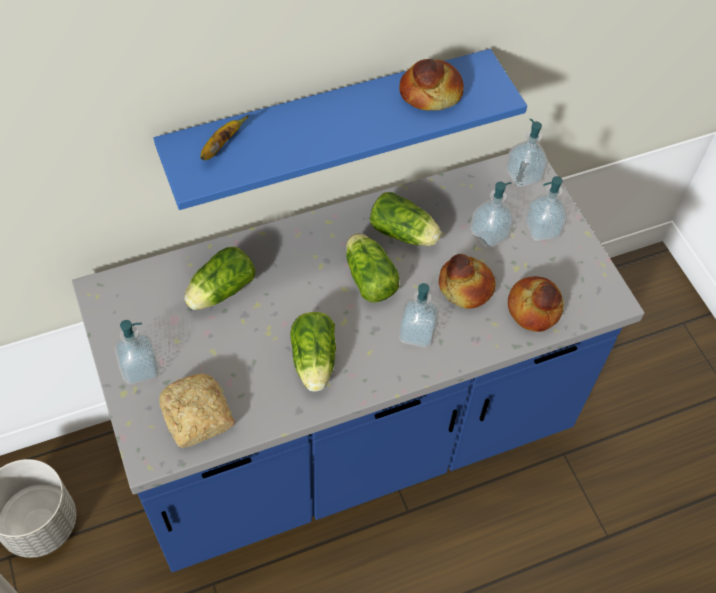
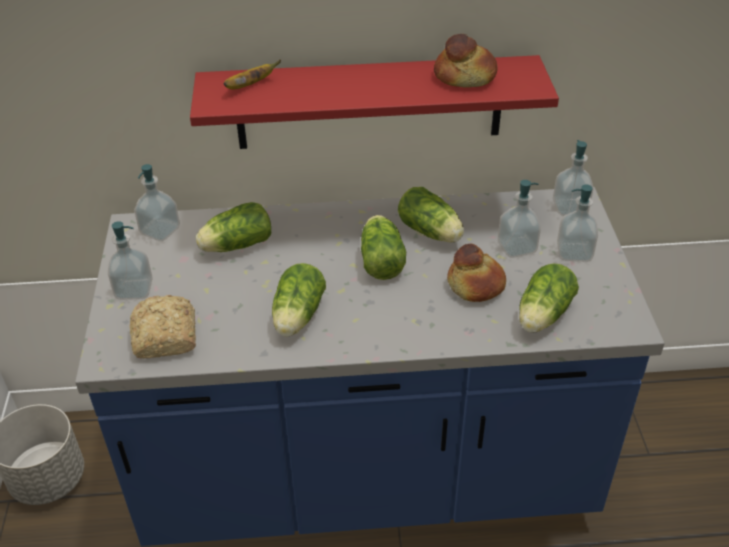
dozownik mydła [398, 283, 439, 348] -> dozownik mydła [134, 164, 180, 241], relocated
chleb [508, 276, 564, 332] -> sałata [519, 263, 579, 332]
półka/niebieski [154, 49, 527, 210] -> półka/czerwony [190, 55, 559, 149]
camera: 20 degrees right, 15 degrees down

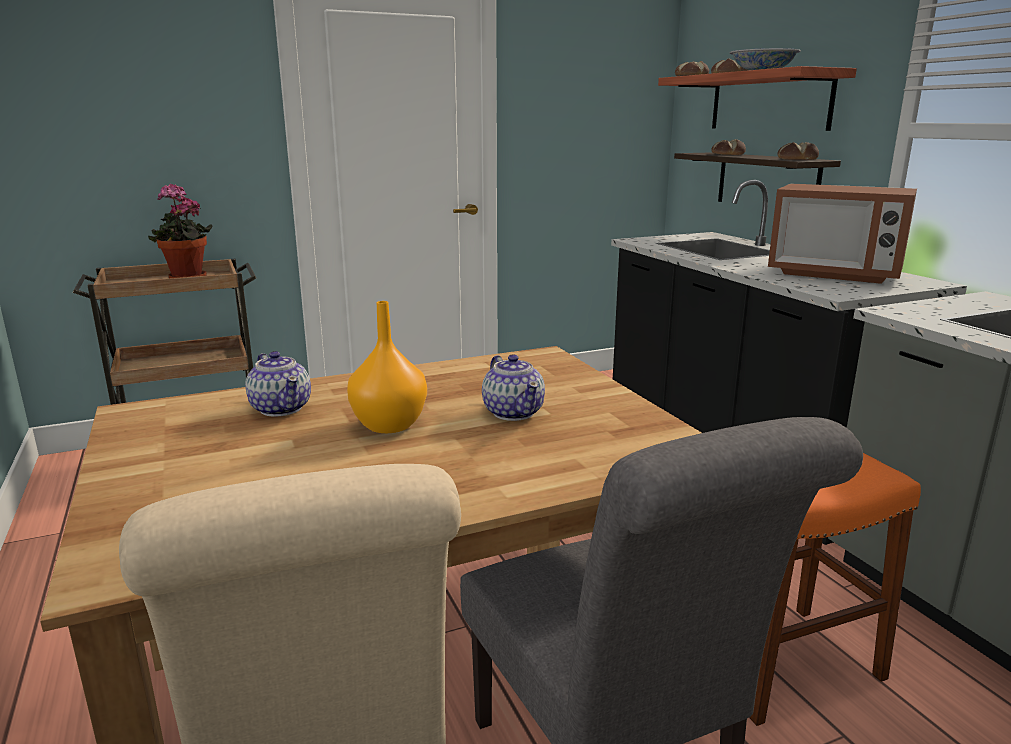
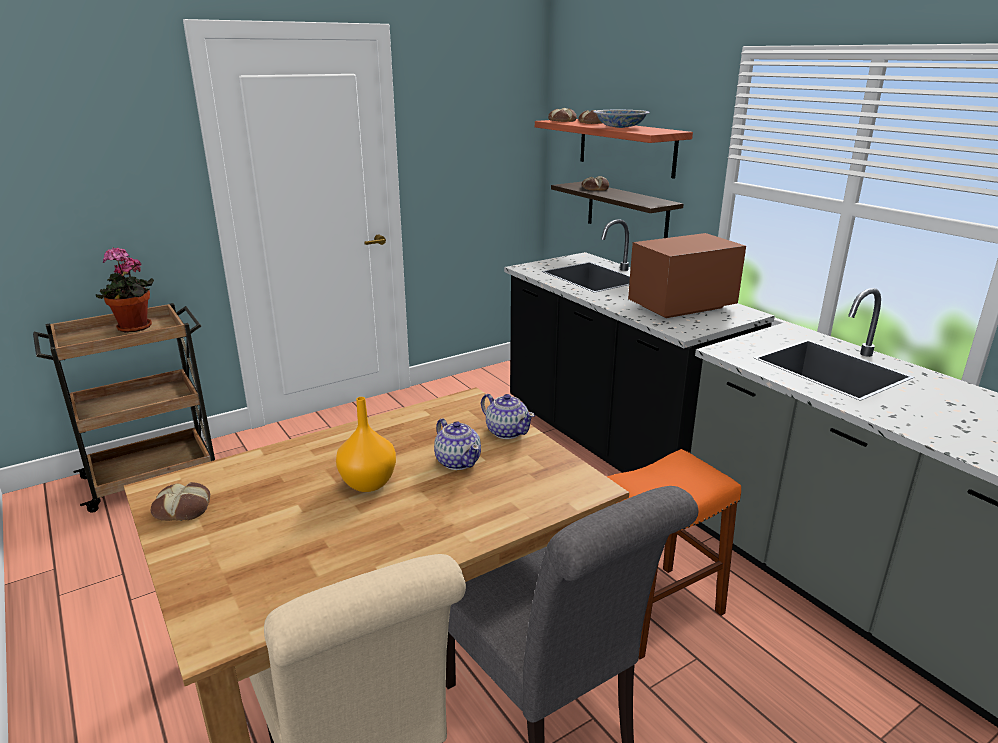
imbryk [245, 351, 311, 417] -> imbryk [481, 394, 535, 439], relocated
chleb [777, 142, 819, 160] -> chleb [151, 482, 210, 521], relocated
mikrofalówka [768, 184, 917, 284] -> mikrofalówka [628, 233, 746, 318], 135 degrees clockwise
camera: 10 degrees left, 5 degrees up

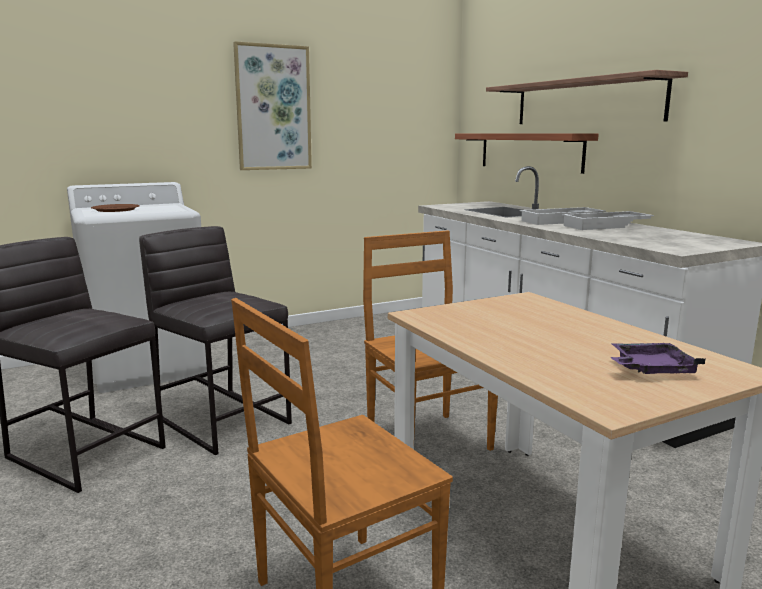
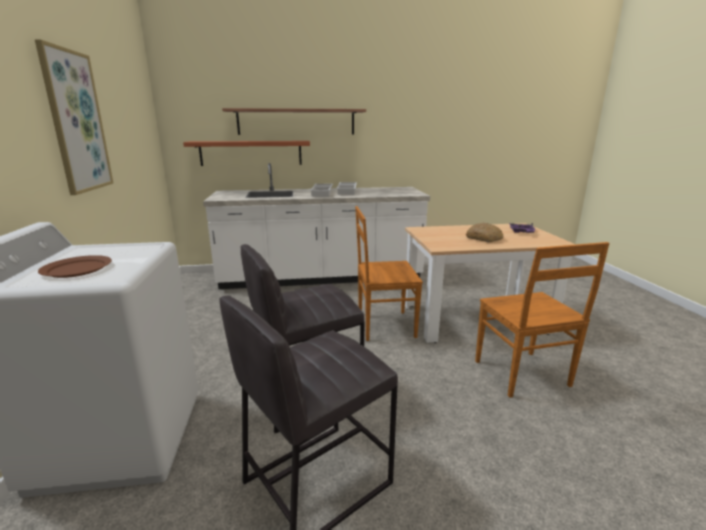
none -> chleb [466, 223, 503, 243]
camera: 70 degrees left, 5 degrees up

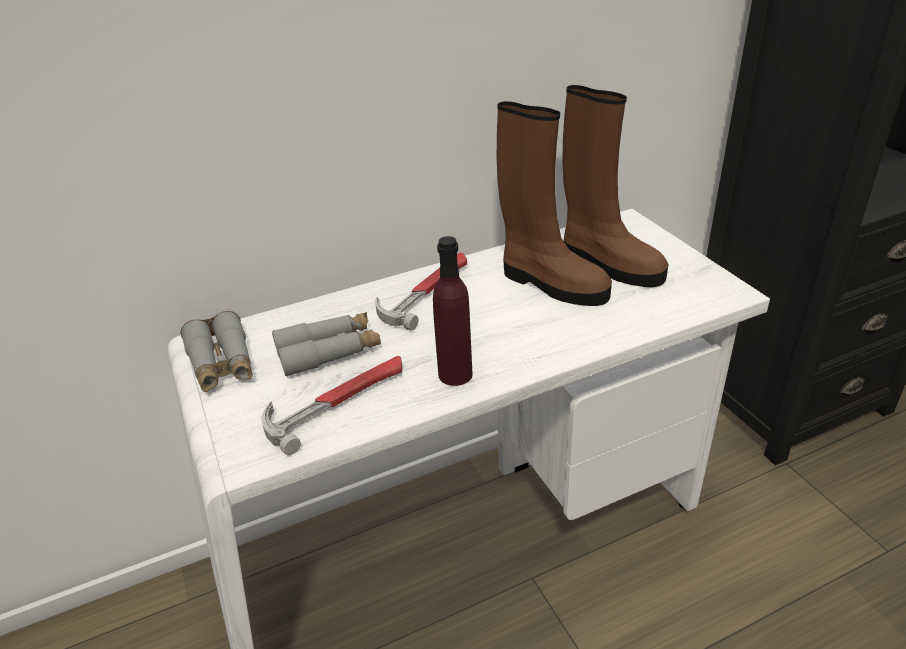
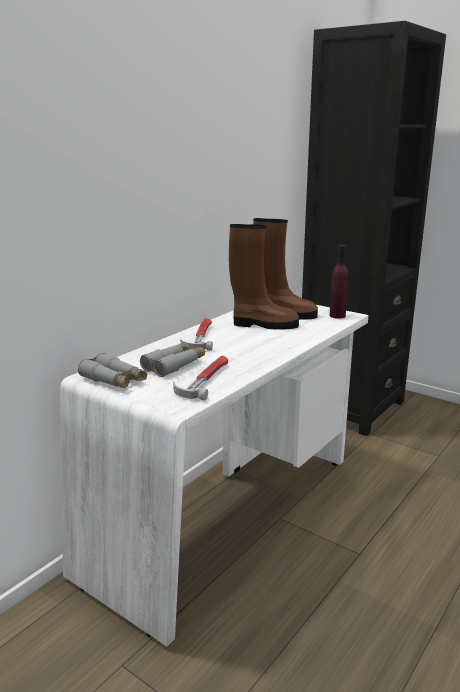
butelka/fioletowy [433, 236, 473, 386] -> butelka/fioletowy [330, 245, 348, 319], relocated
camera: 30 degrees left, 15 degrees down

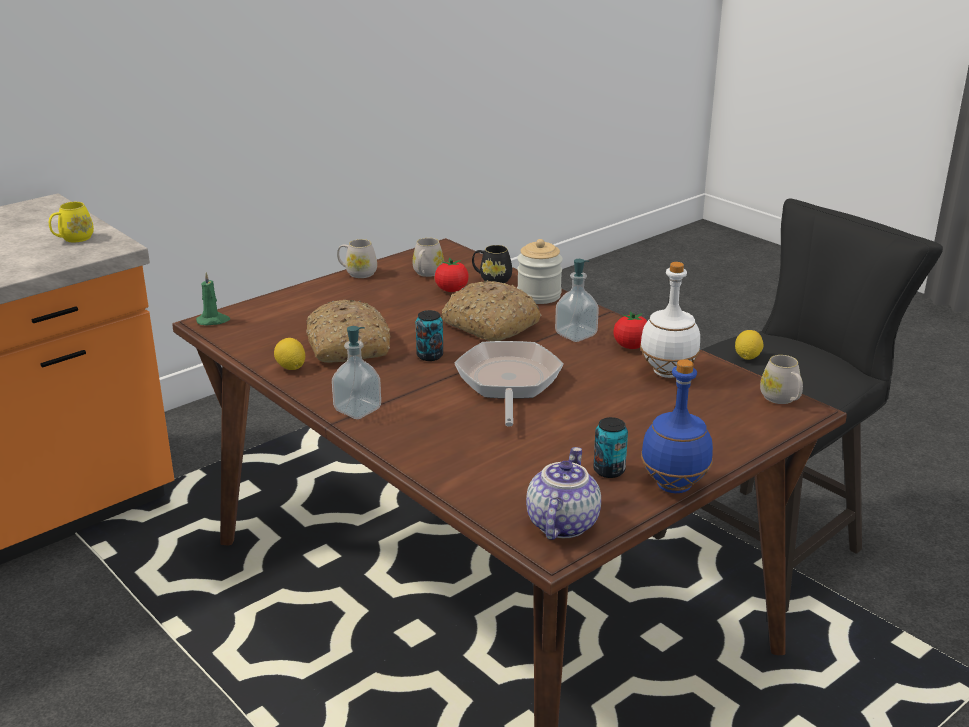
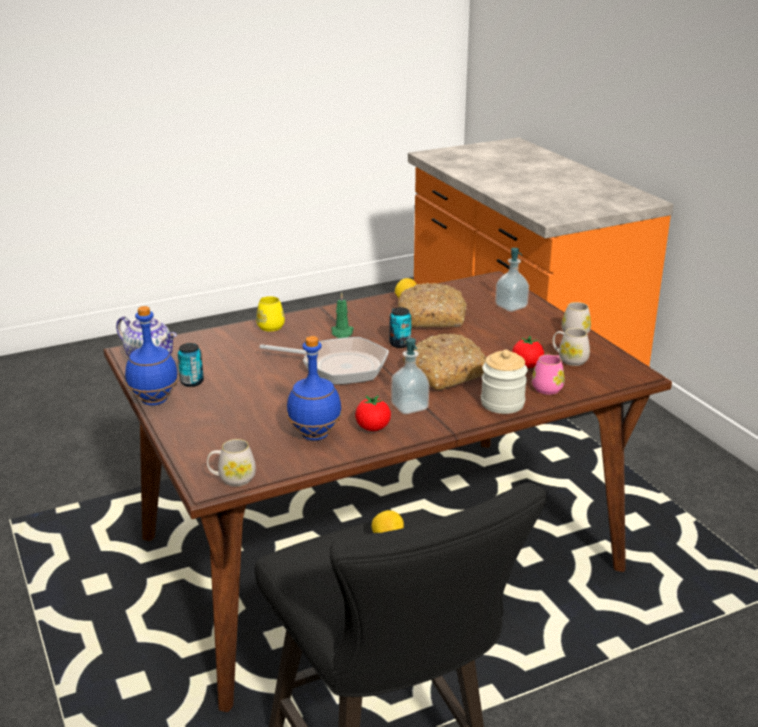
kubek/żółty [49, 202, 94, 243] -> kubek/żółty [256, 296, 285, 331], relocated
świeca/zielony [196, 272, 230, 325] -> świeca/zielony [331, 292, 354, 338], relocated
dozownik mydła [332, 326, 381, 419] -> dozownik mydła [495, 248, 529, 312], relocated
kubek/czarny [472, 245, 512, 283] -> kubek/różowy [532, 354, 565, 395]
butelka/biały [640, 262, 700, 378] -> butelka/niebieski [287, 336, 342, 440]
camera: 105 degrees right, 0 degrees up

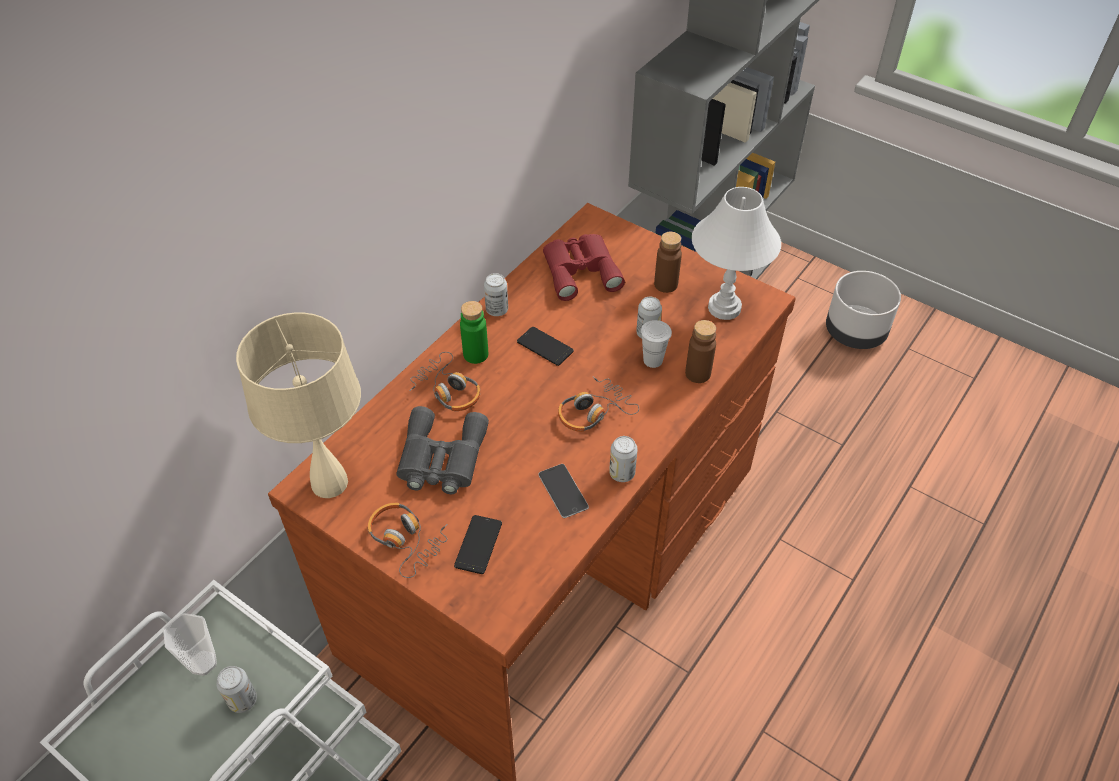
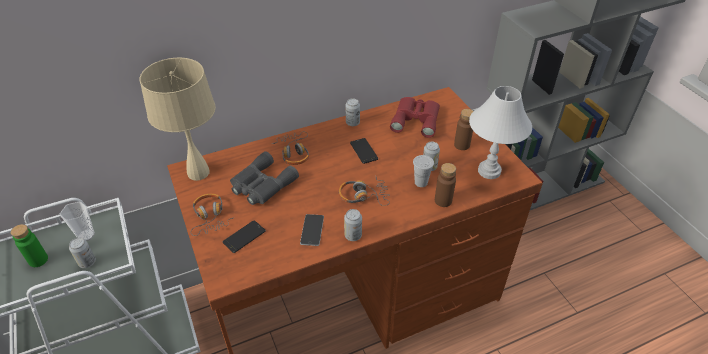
donica/szary [826, 271, 901, 349] -> none
butelka/zielony [460, 301, 488, 364] -> butelka/zielony [11, 224, 48, 267], relocated
camera: 30 degrees right, 5 degrees down

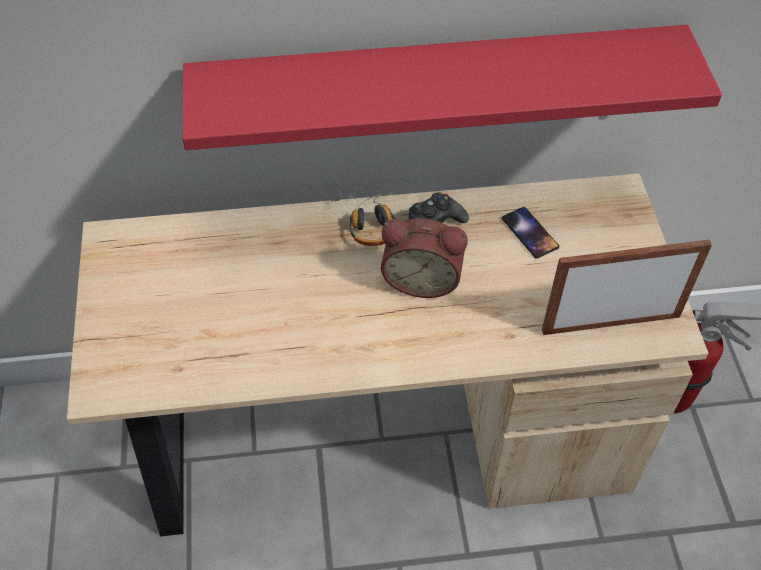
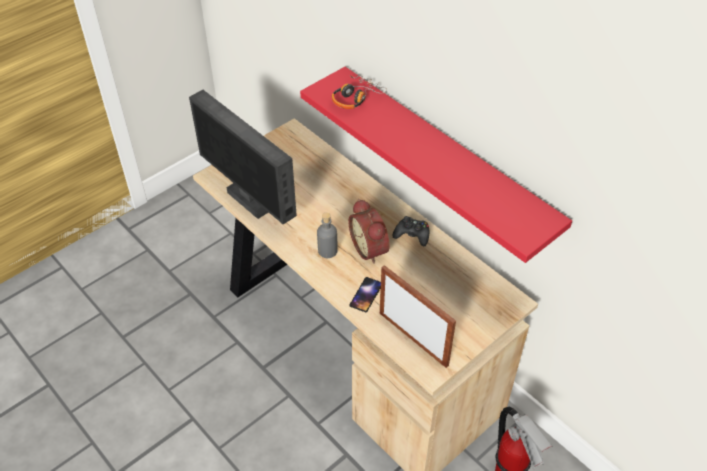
none -> monitor [189, 90, 297, 225]
none -> butelka/szary [317, 212, 338, 258]
słuchawki [331, 180, 396, 246] -> słuchawki [332, 75, 387, 109], relocated
telefon [502, 207, 559, 259] -> telefon [349, 277, 381, 312], relocated
camera: 55 degrees right, 5 degrees down

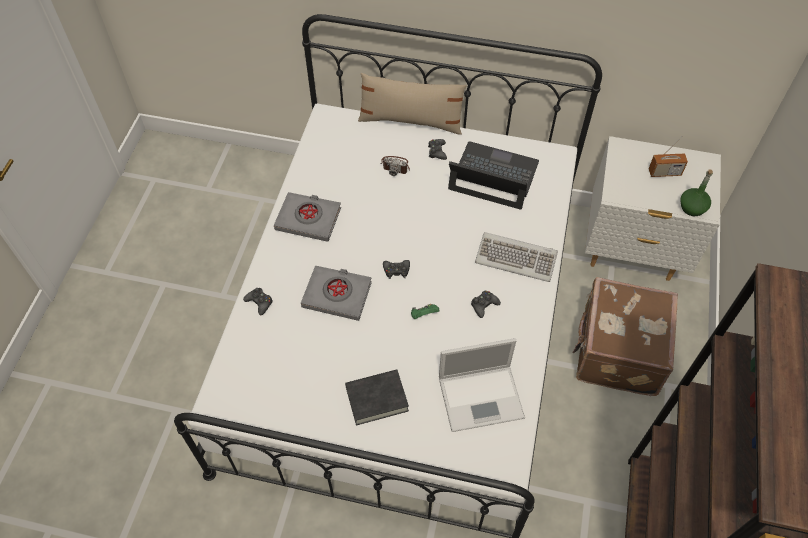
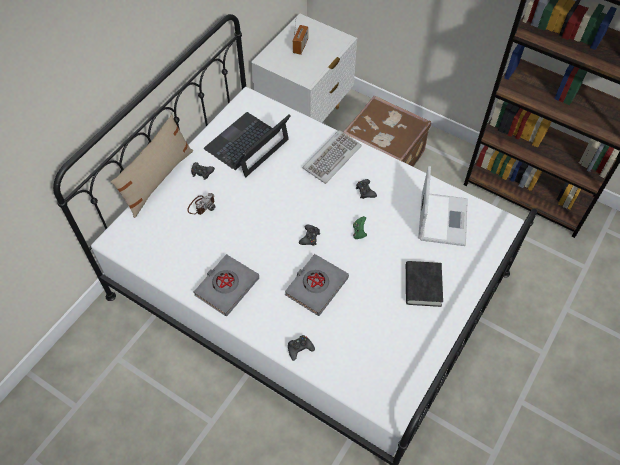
butelka/zielony [680, 170, 713, 216] -> none
camera: 70 degrees left, 0 degrees up

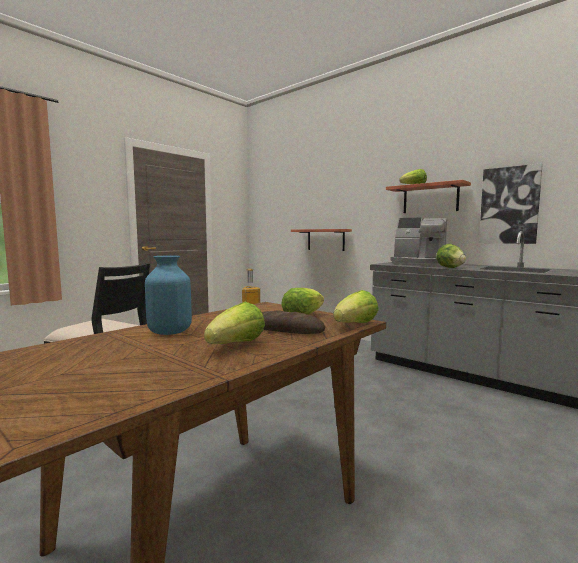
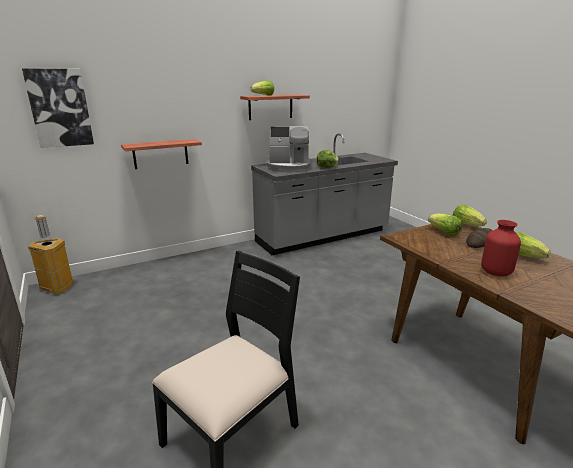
obraz [479, 163, 543, 244] -> obraz [22, 69, 94, 148], relocated
wazon/niebieski [145, 255, 192, 335] -> wazon/czerwony [481, 220, 521, 276]
ekspres do kawy [391, 218, 447, 266] -> ekspres do kawy [267, 126, 310, 172], 45 degrees clockwise
camera: 70 degrees left, 15 degrees up

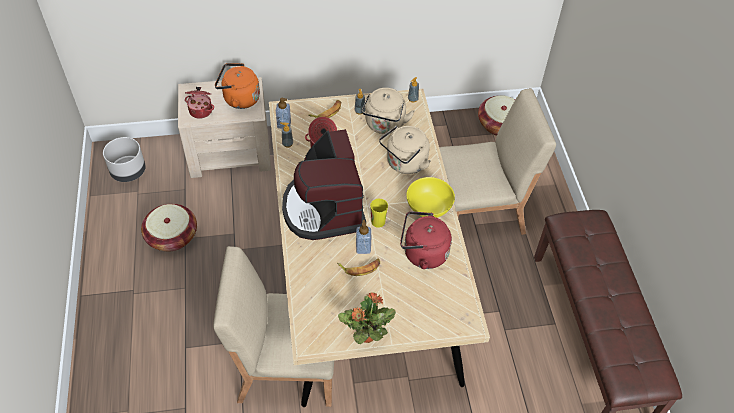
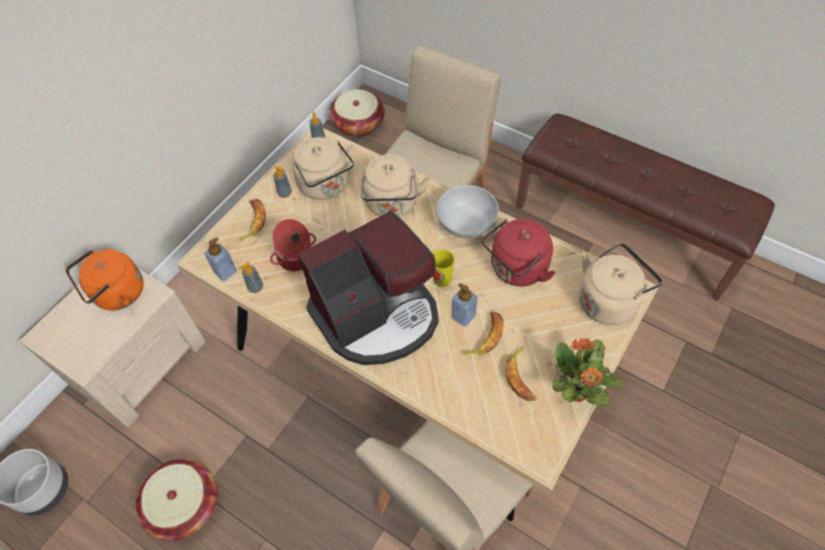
garnek [185, 87, 214, 119] -> none
none -> banan [506, 346, 537, 401]
none -> czajnik/beżowy [579, 243, 663, 325]
miska/żółty [406, 177, 455, 218] -> miska/biały [436, 185, 499, 238]
ekspres do kawy [282, 129, 366, 240] -> ekspres do kawy [298, 211, 439, 365], 60 degrees counterclockwise
camera: 45 degrees left, 5 degrees up

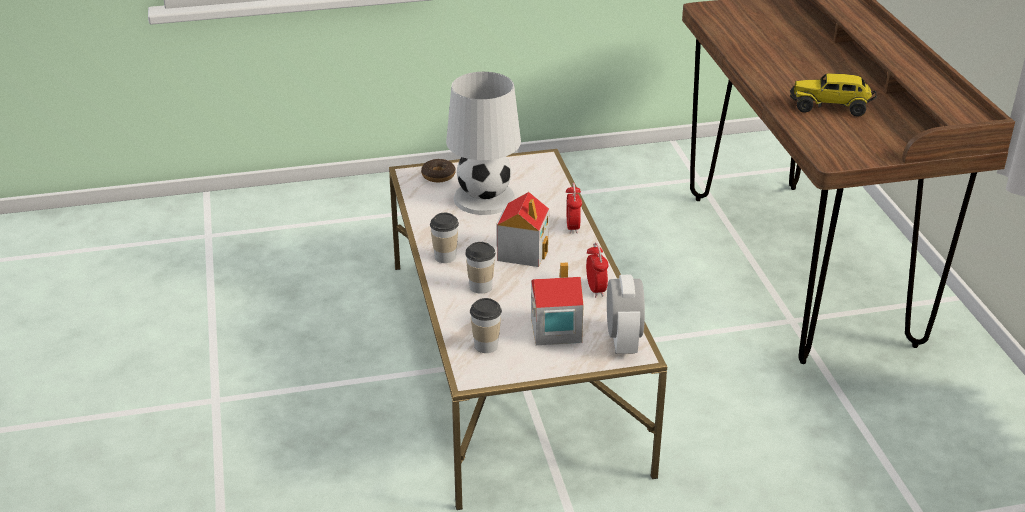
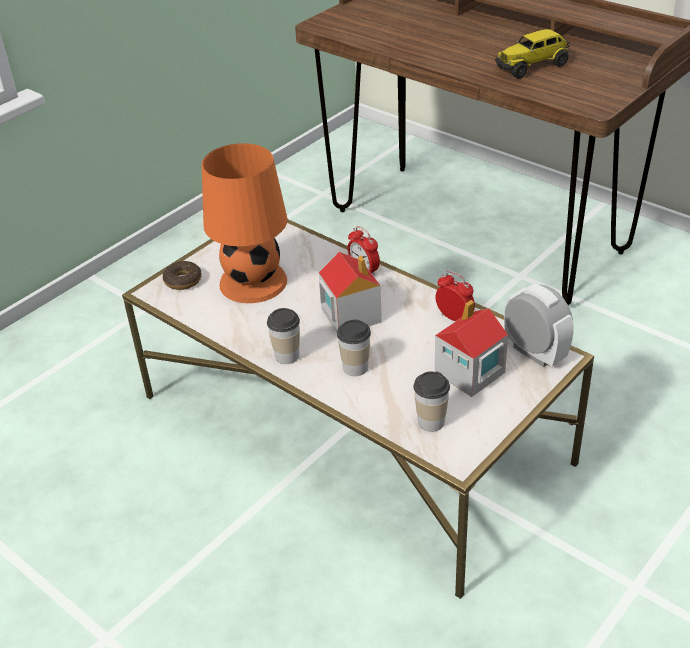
lampa stołowa/biały [446, 72, 521, 215] -> lampa stołowa/pomarańczowy [202, 143, 287, 303]
camera: 35 degrees left, 5 degrees up

